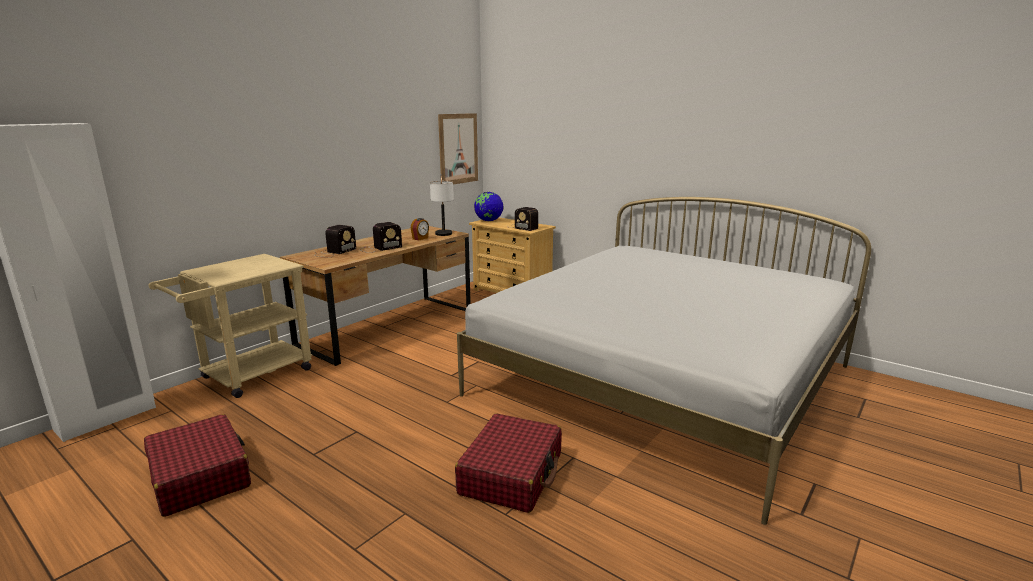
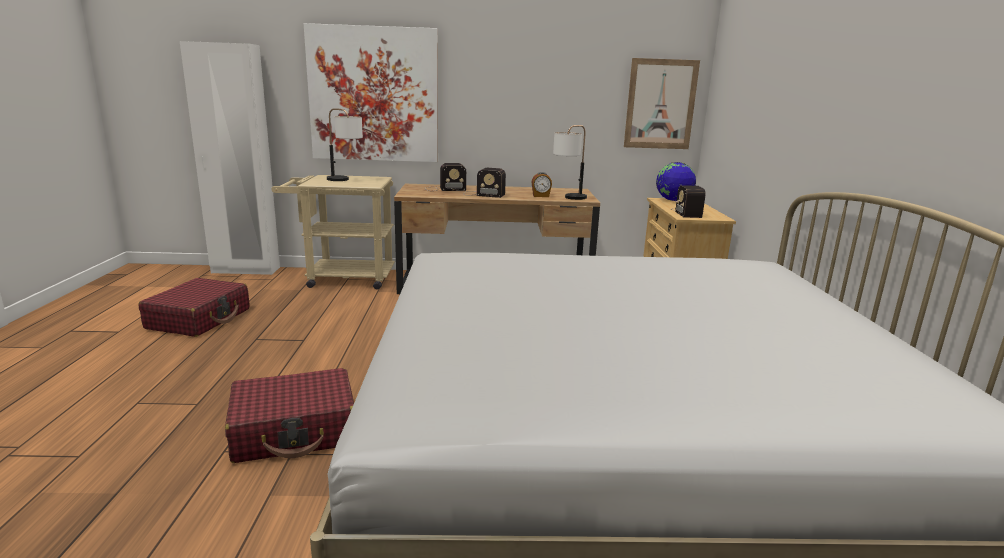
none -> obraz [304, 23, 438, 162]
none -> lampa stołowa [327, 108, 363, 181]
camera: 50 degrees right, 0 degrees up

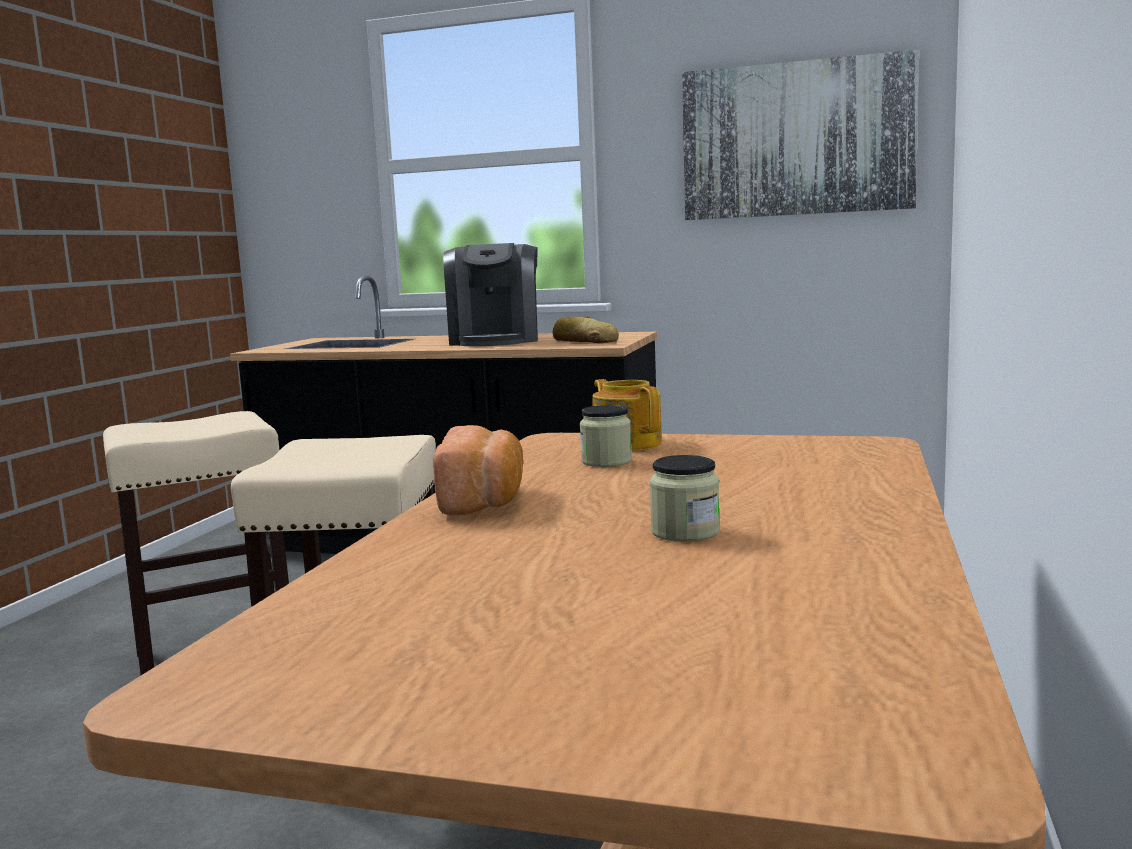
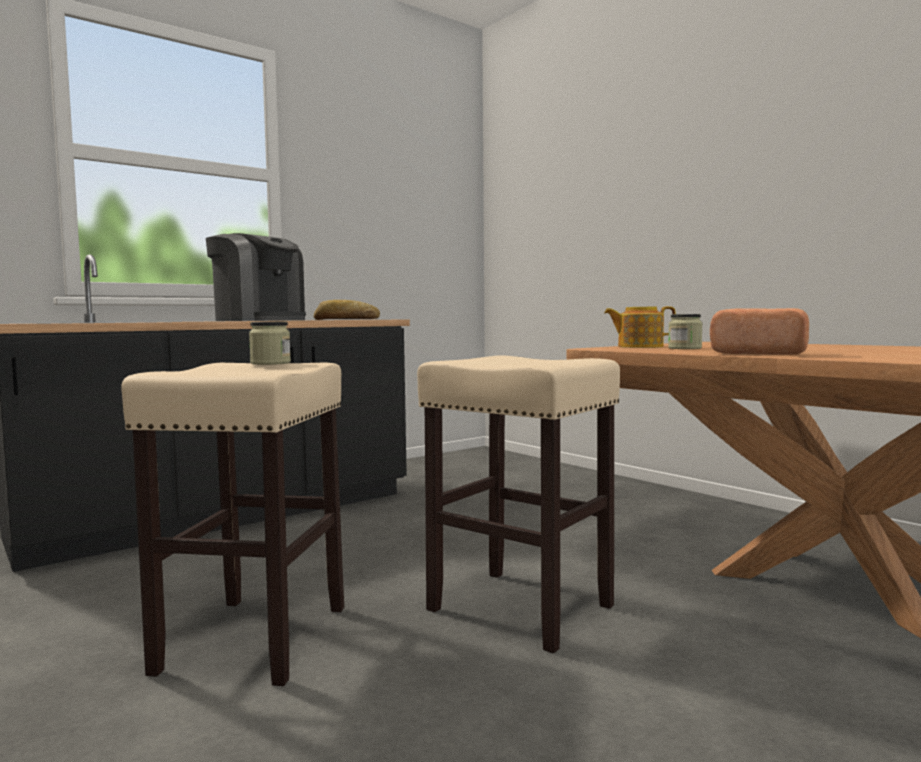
obraz [682, 50, 919, 220] -> none
słoik [649, 455, 720, 542] -> słoik [249, 322, 291, 365], relocated
camera: 55 degrees left, 5 degrees down

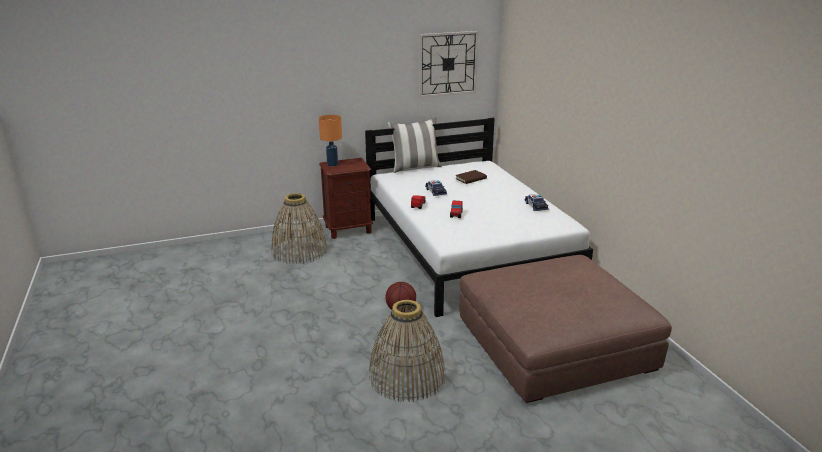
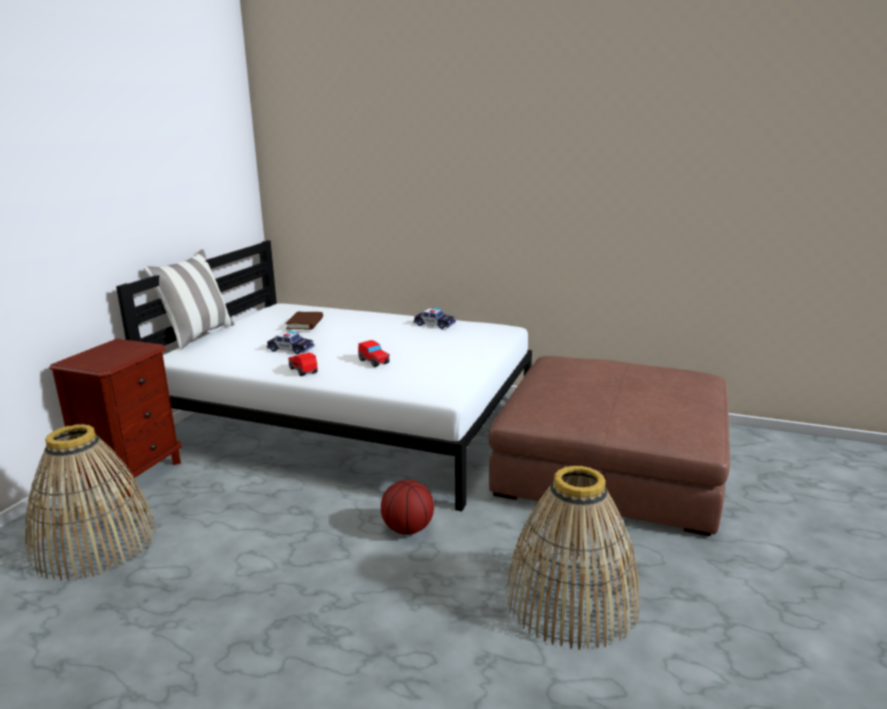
lampa stołowa/pomarańczowy [319, 115, 342, 166] -> none
zegar ścienny [419, 31, 478, 98] -> none
camera: 50 degrees left, 5 degrees down

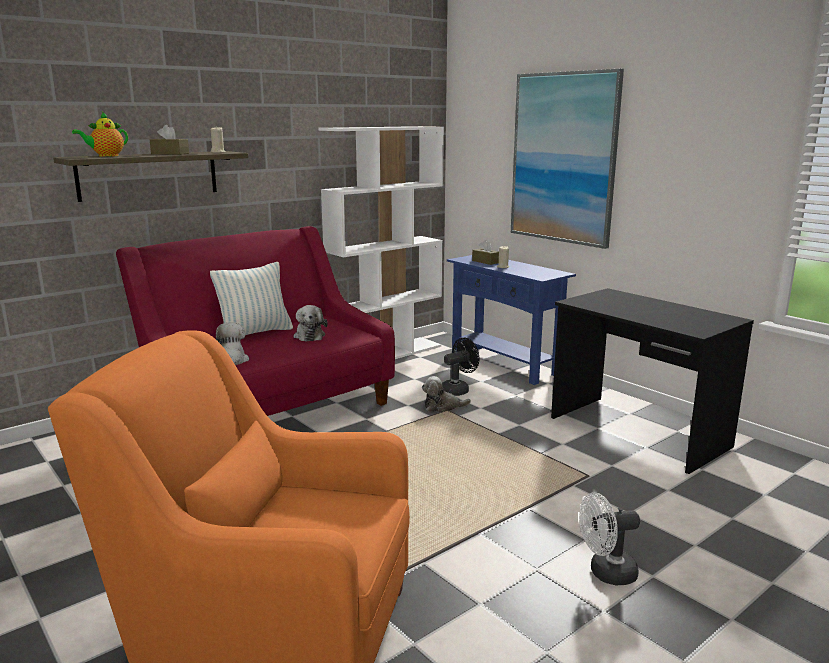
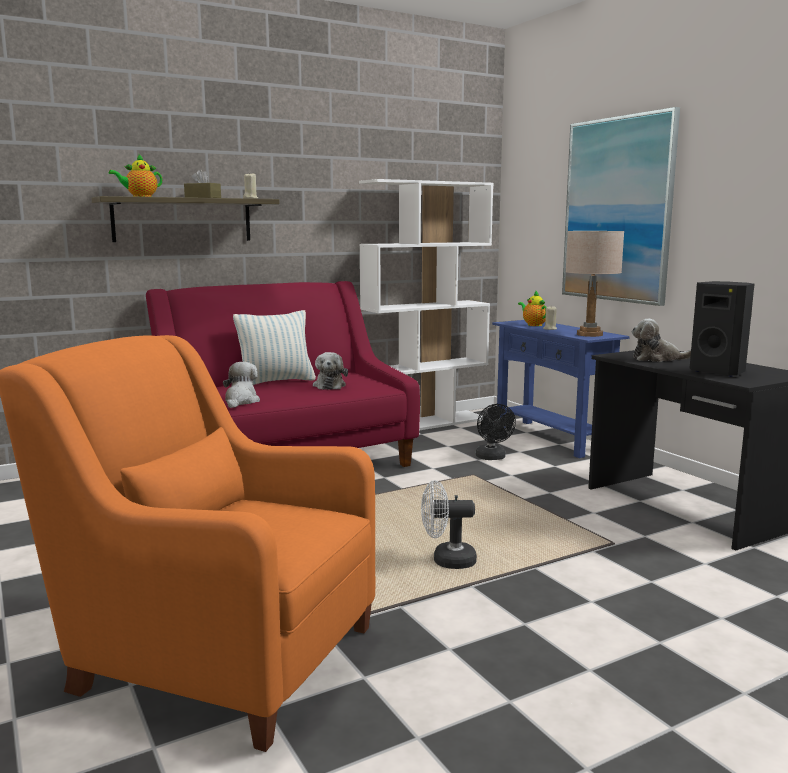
none -> lampa stołowa/beżowy [566, 231, 624, 337]
none -> głośnik/czarny [690, 281, 754, 377]
pluszak [422, 376, 471, 412] -> pluszak [632, 319, 691, 362], relocated
wentylator/biały [579, 492, 640, 585] -> wentylator/biały [421, 480, 477, 569], relocated
pudełko chusteczek/brązowy [472, 240, 499, 265] -> imbryk [518, 291, 546, 326]
wentylator/czarny [442, 338, 479, 396] -> wentylator/czarny [476, 404, 516, 460], 105 degrees clockwise
camera: 10 degrees right, 5 degrees down

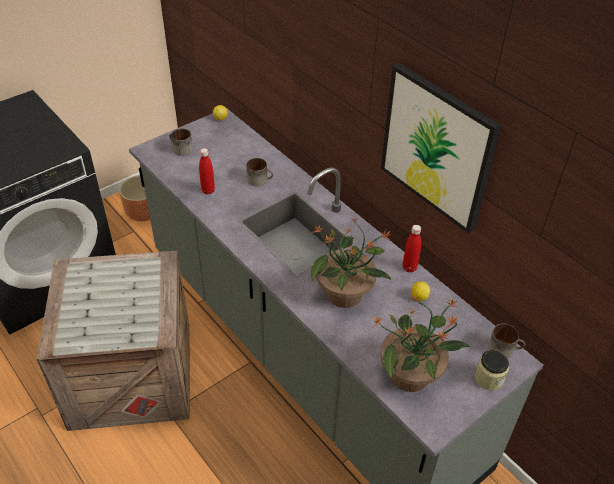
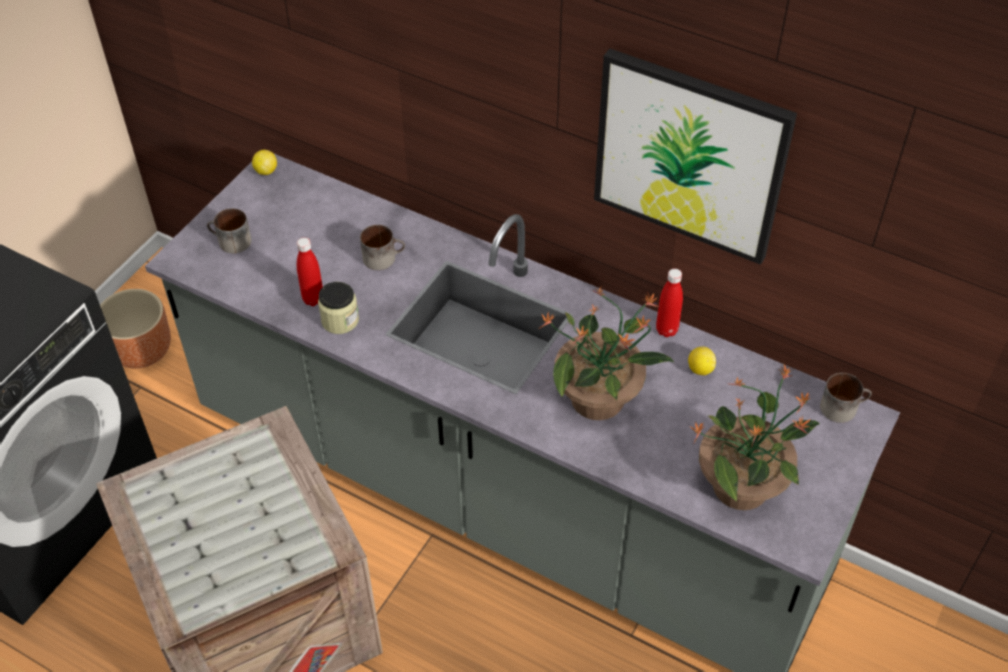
słoik [475, 350, 509, 391] -> słoik [318, 282, 359, 334], relocated
camera: 20 degrees left, 5 degrees up

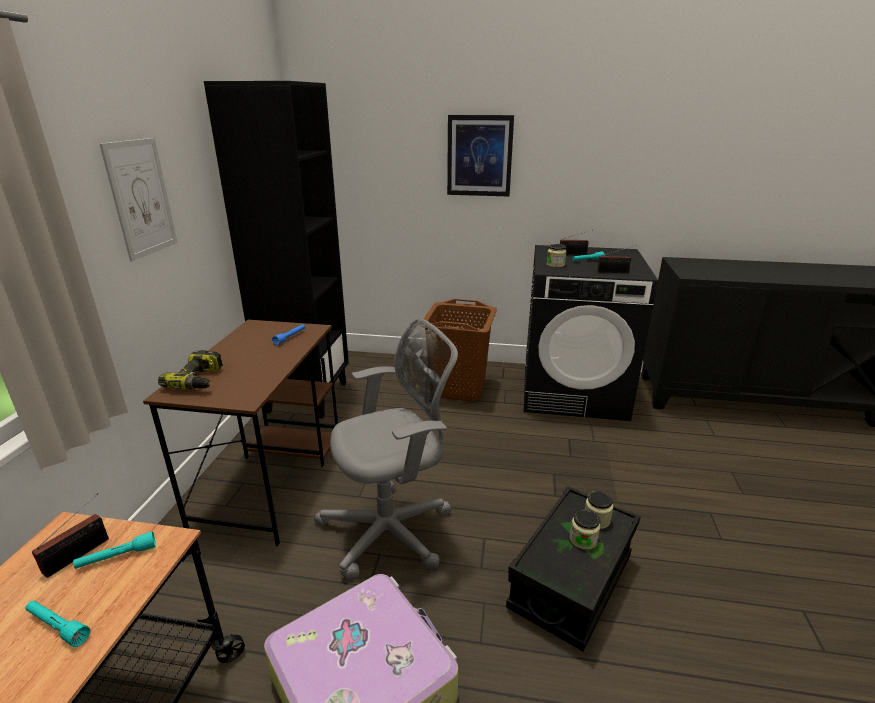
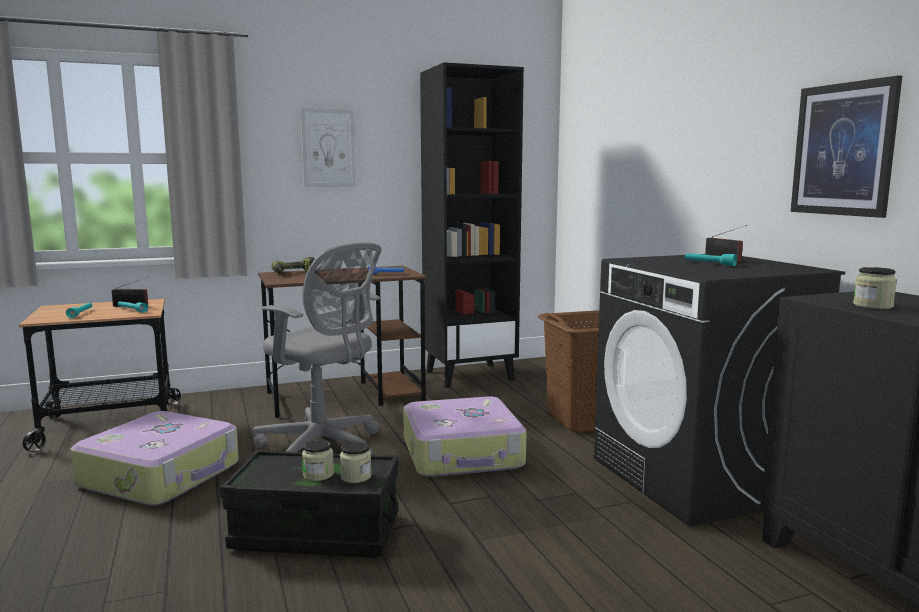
radio [597, 246, 634, 273] -> none
none -> walizka [403, 396, 527, 477]
obraz [447, 115, 514, 196] -> obraz [790, 75, 902, 218], relocated
słoik [547, 244, 567, 268] -> słoik [853, 267, 897, 309], relocated
camera: 60 degrees right, 15 degrees down

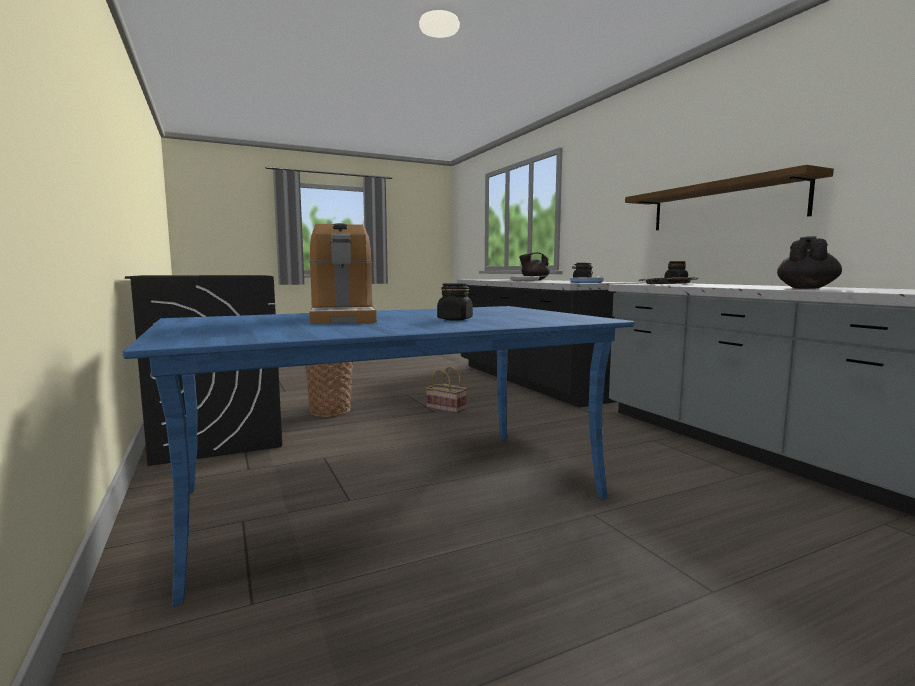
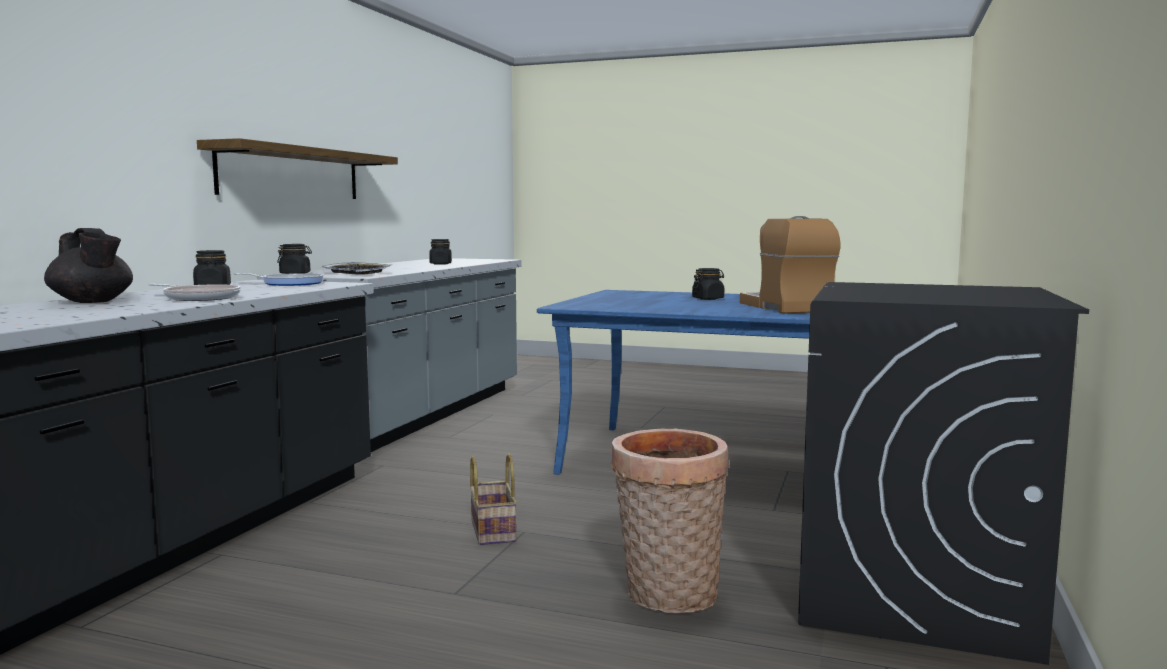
imbryk/czarny [777, 236, 842, 289] -> słoik/czarny [429, 239, 452, 265]
ekspres do kawy [309, 223, 377, 324] -> ekspres do kawy [740, 216, 841, 314], 45 degrees counterclockwise
camera: 135 degrees left, 0 degrees up

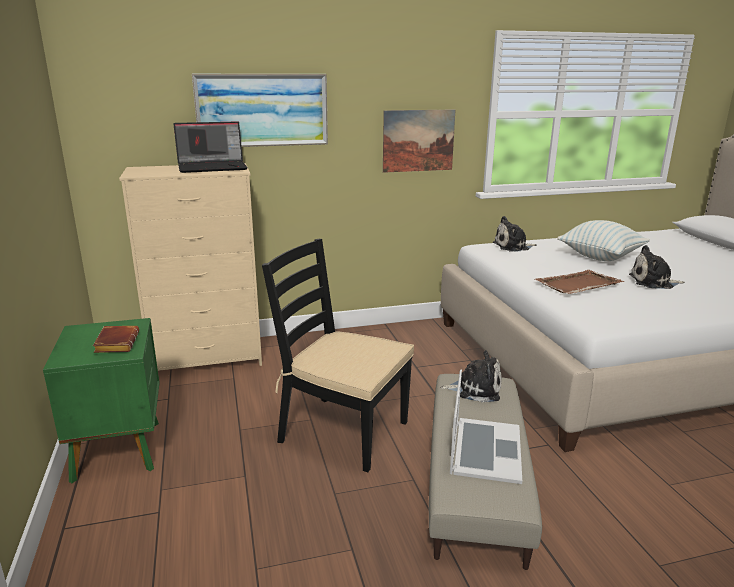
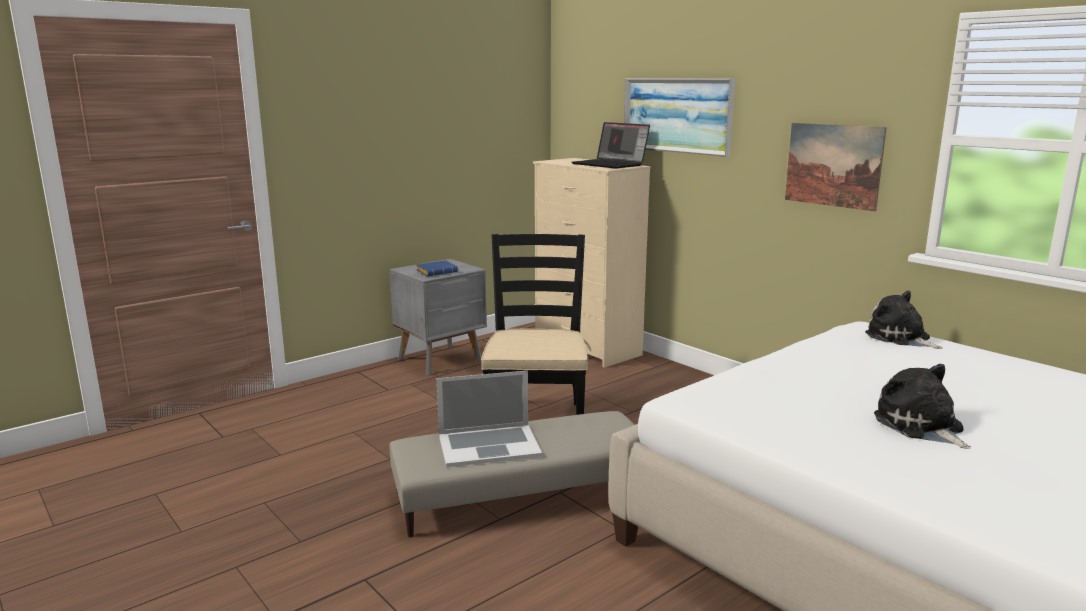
pluszak [441, 350, 502, 402] -> none
taca/brązowy [535, 270, 625, 294] -> none
poduszka [557, 220, 650, 261] -> none
szafka nocna/zielony [43, 318, 160, 483] -> szafka nocna/szary [390, 259, 487, 375]
książka/brązowy [93, 326, 139, 353] -> książka/niebieski [417, 260, 458, 276]
camera: 65 degrees right, 5 degrees down

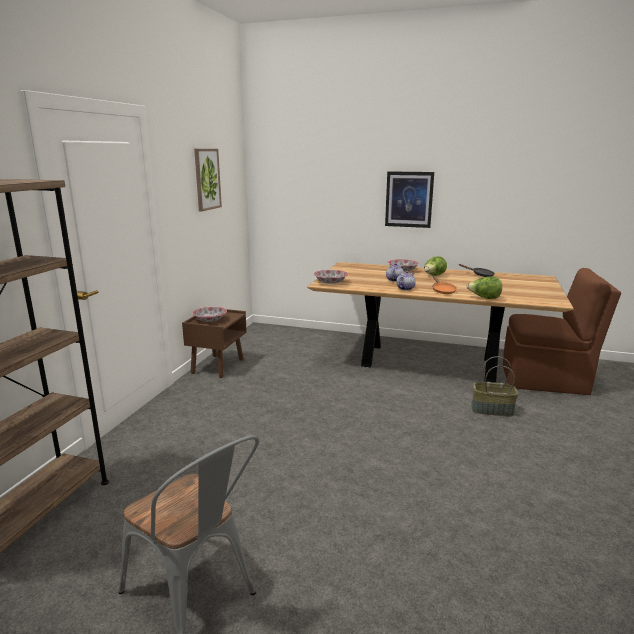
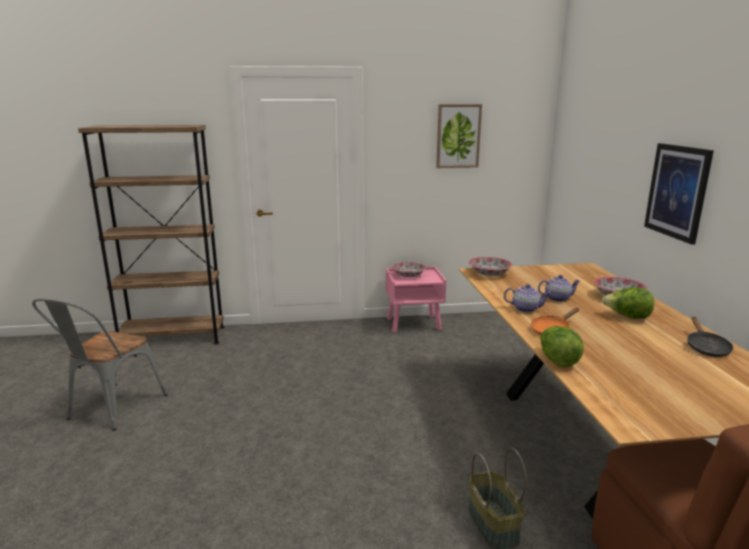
szafka nocna/brązowy [182, 309, 247, 378] -> szafka nocna/różowy [386, 266, 446, 333]
camera: 65 degrees right, 0 degrees up

